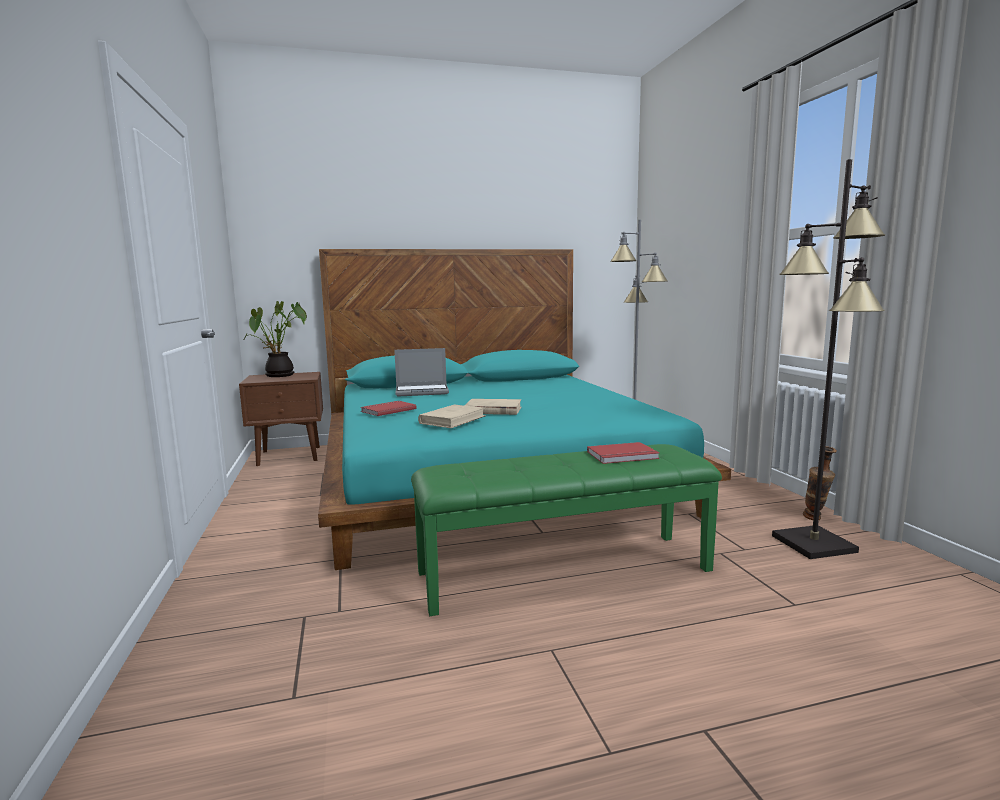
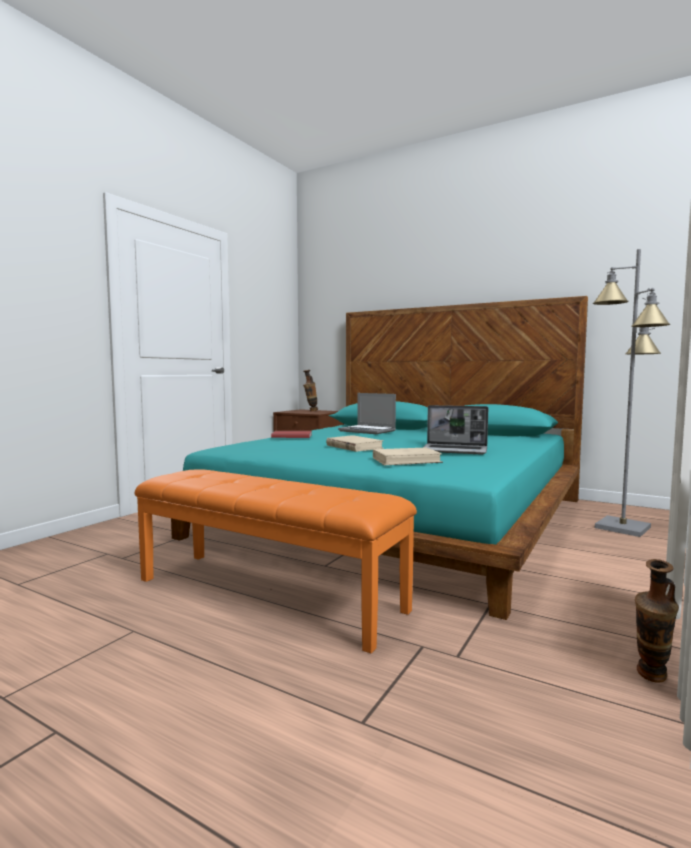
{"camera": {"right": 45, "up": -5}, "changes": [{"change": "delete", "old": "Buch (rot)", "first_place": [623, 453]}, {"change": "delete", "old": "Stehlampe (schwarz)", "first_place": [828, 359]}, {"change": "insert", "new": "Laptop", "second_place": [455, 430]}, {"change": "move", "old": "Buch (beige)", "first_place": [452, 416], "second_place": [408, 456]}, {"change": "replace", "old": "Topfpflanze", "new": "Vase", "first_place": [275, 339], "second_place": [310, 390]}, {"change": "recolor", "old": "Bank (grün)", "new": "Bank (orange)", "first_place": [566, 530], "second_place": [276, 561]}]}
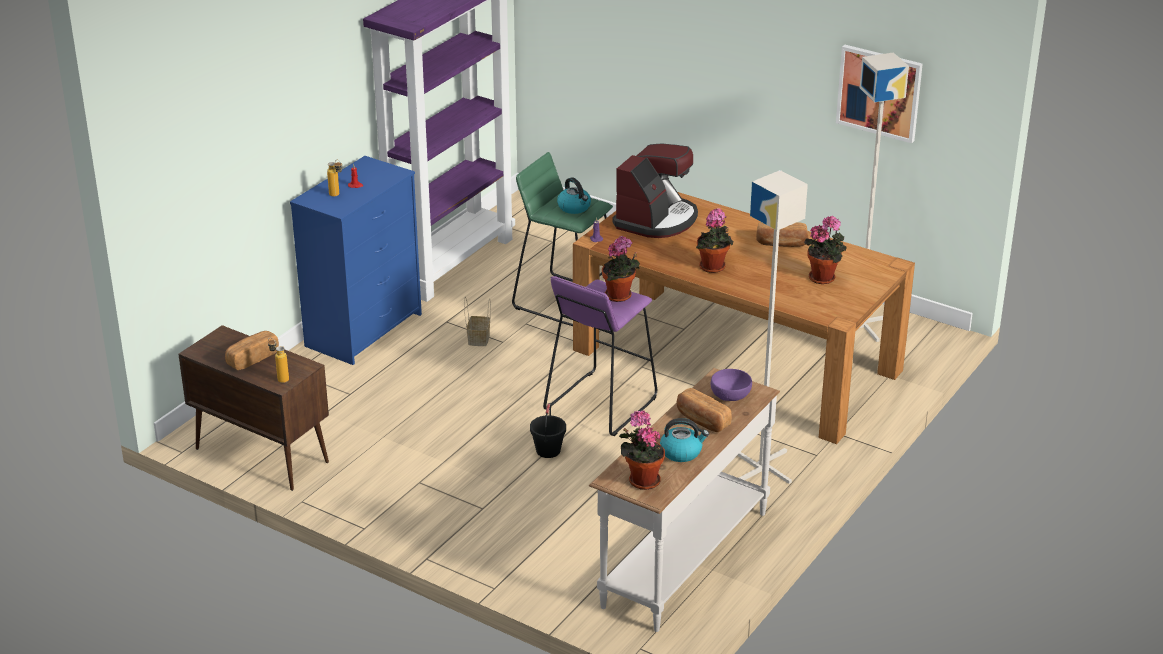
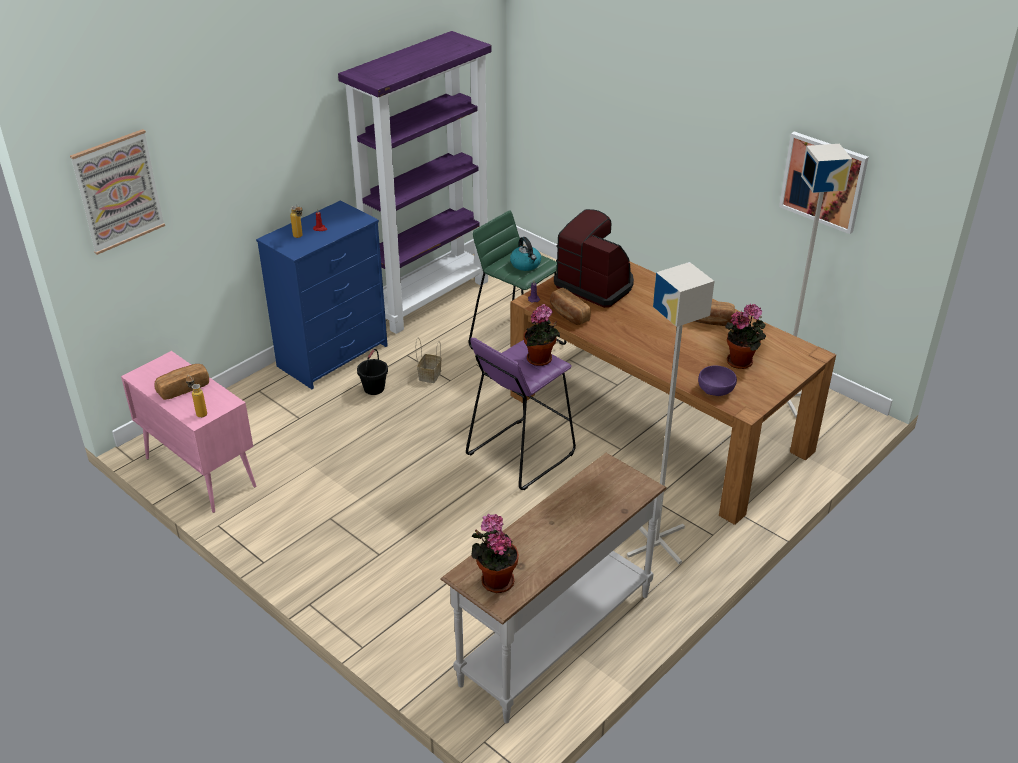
{"camera": {"right": 10, "up": 5}, "changes": [{"change": "delete", "old": "Wasserkessel", "first_place": [684, 440]}, {"change": "delete", "old": "Topfpflanze", "first_place": [714, 240]}, {"change": "insert", "new": "Bild", "second_place": [117, 192]}, {"change": "move", "old": "Eimer (schwarz)", "first_place": [548, 430], "second_place": [372, 372]}, {"change": "move", "old": "Brot", "first_place": [704, 410], "second_place": [570, 306]}, {"change": "move", "old": "Schüssel (lila)", "first_place": [731, 385], "second_place": [717, 381]}, {"change": "recolor", "old": "Schrank (braun)", "new": "Schrank (rosa)", "first_place": [253, 408], "second_place": [188, 432]}, {"change": "rotate", "old": "Kaffeemaschine", "first_place": [655, 190], "second_place": [594, 258], "degrees": -90}]}
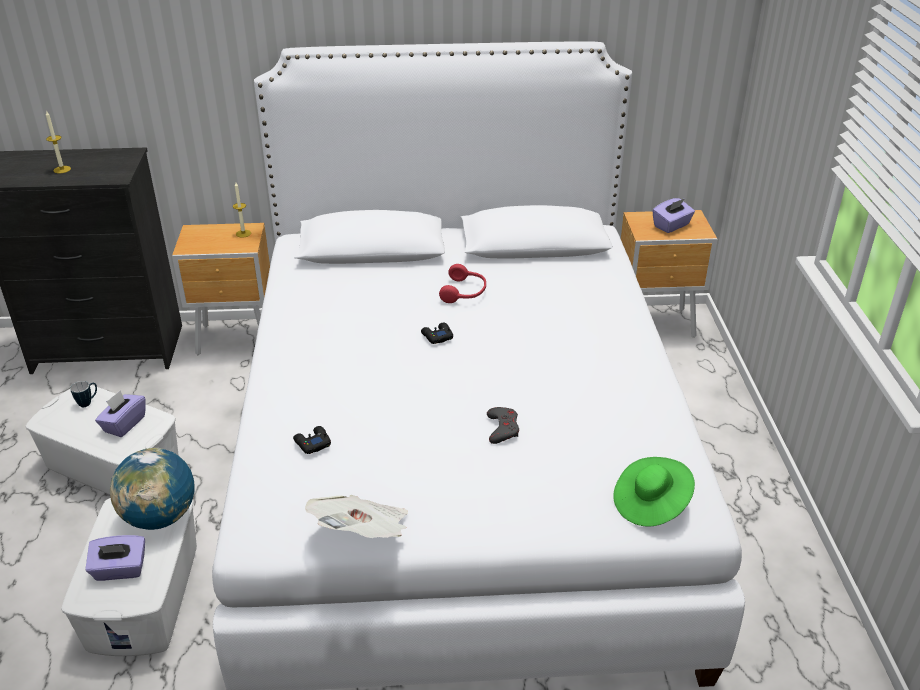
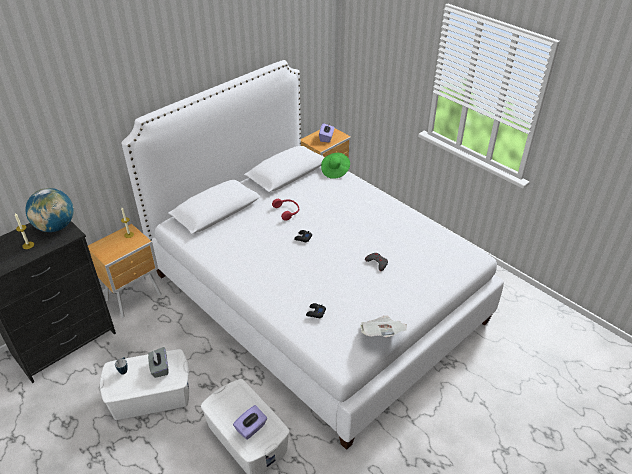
{"camera": {"right": -40, "up": 5}, "changes": [{"change": "move", "old": "Globus", "first_place": [152, 489], "second_place": [49, 210]}, {"change": "move", "old": "Hut (grün)", "first_place": [654, 492], "second_place": [335, 166]}, {"change": "recolor", "old": "Taschentuchbox (lila)", "new": "Taschentuchbox (grau)", "first_place": [120, 413], "second_place": [158, 362]}]}
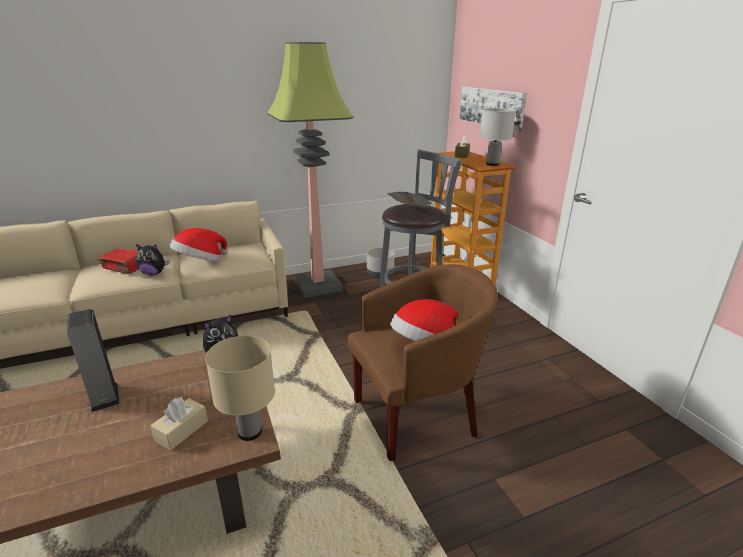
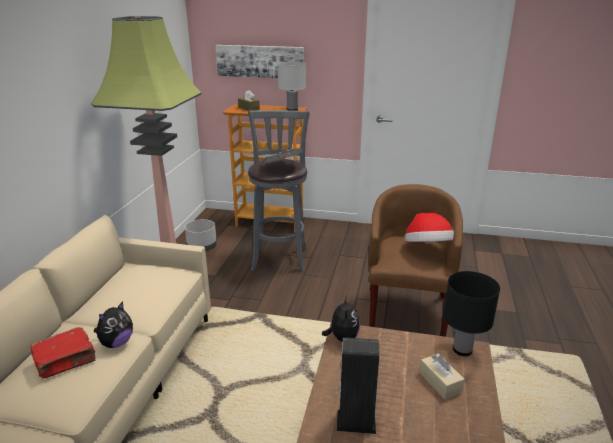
{"camera": {"right": -55, "up": 0}, "changes": [{"change": "delete", "old": "Hut", "first_place": [198, 244]}, {"change": "recolor", "old": "Tischlampe (beige)", "new": "Tischlampe (schwarz)", "first_place": [240, 388], "second_place": [471, 313]}]}
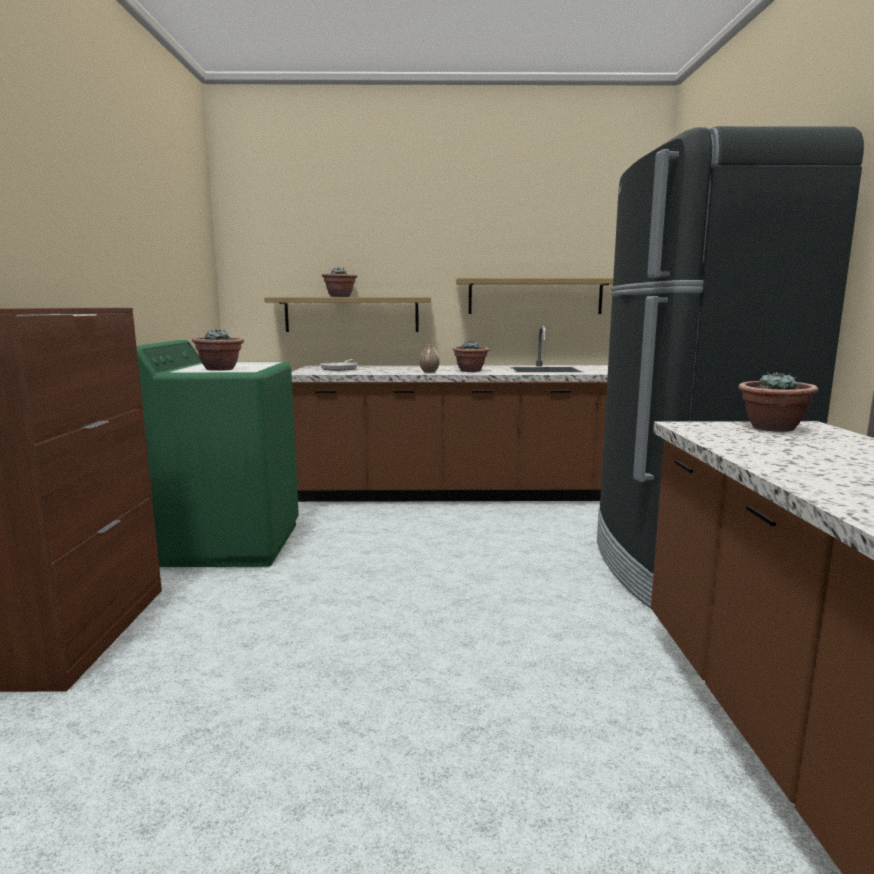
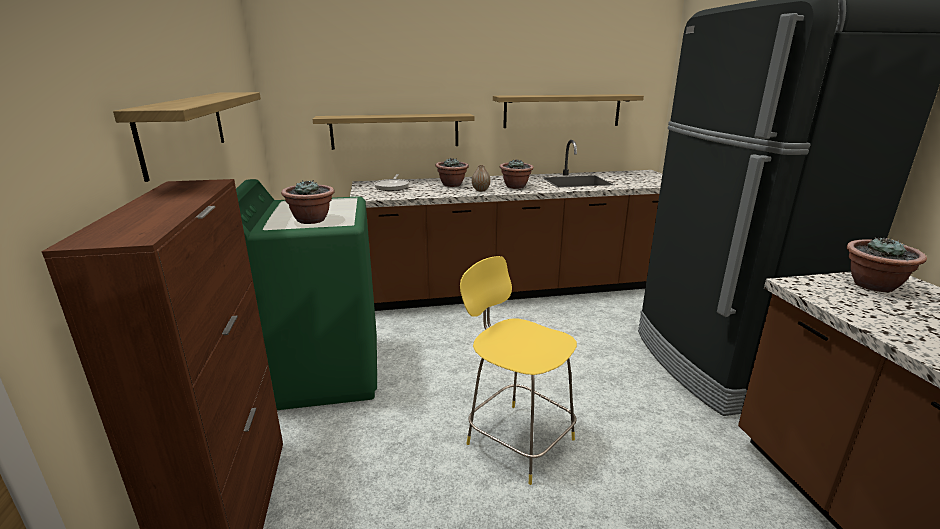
{"camera": {"right": -10, "up": 10}, "changes": [{"change": "insert", "new": "Wandregal", "second_place": [187, 137]}, {"change": "insert", "new": "Hocker (gelb)", "second_place": [518, 370]}, {"change": "move", "old": "Topfpflanze", "first_place": [339, 282], "second_place": [452, 172]}]}
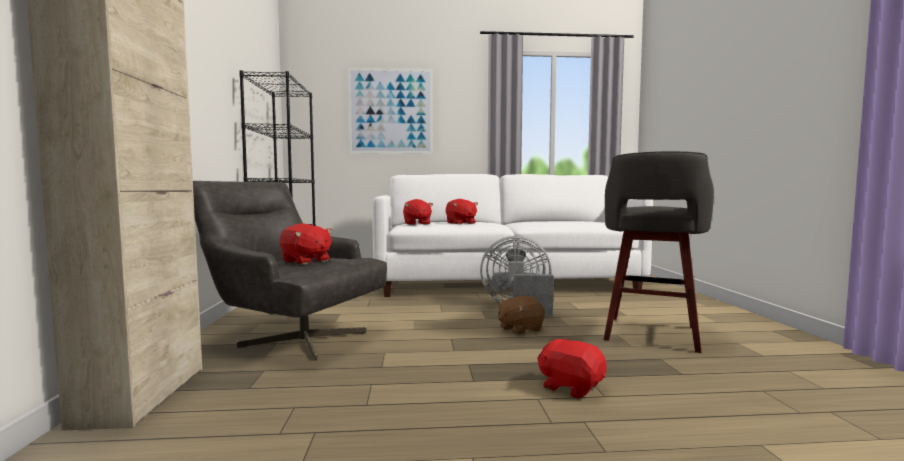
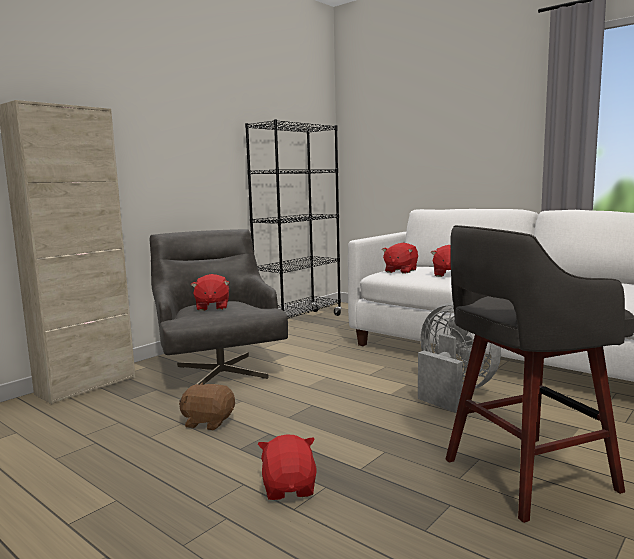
{"camera": {"right": 45, "up": 5}, "changes": [{"change": "delete", "old": "Bild", "first_place": [390, 110]}, {"change": "move", "old": "Plüschtier (braun)", "first_place": [521, 315], "second_place": [207, 406]}]}
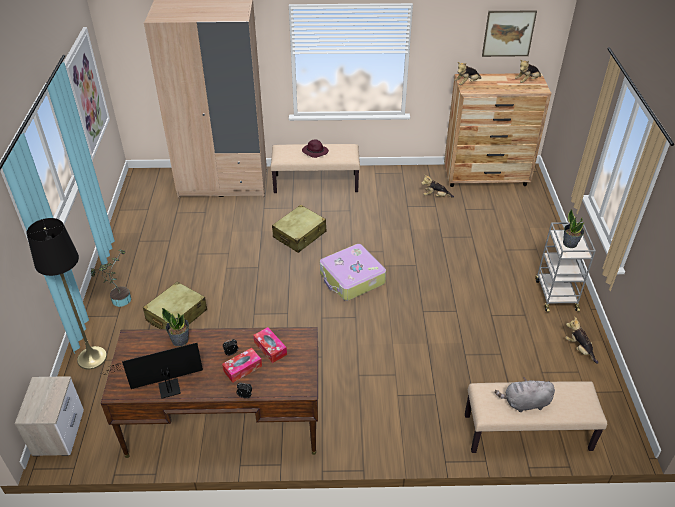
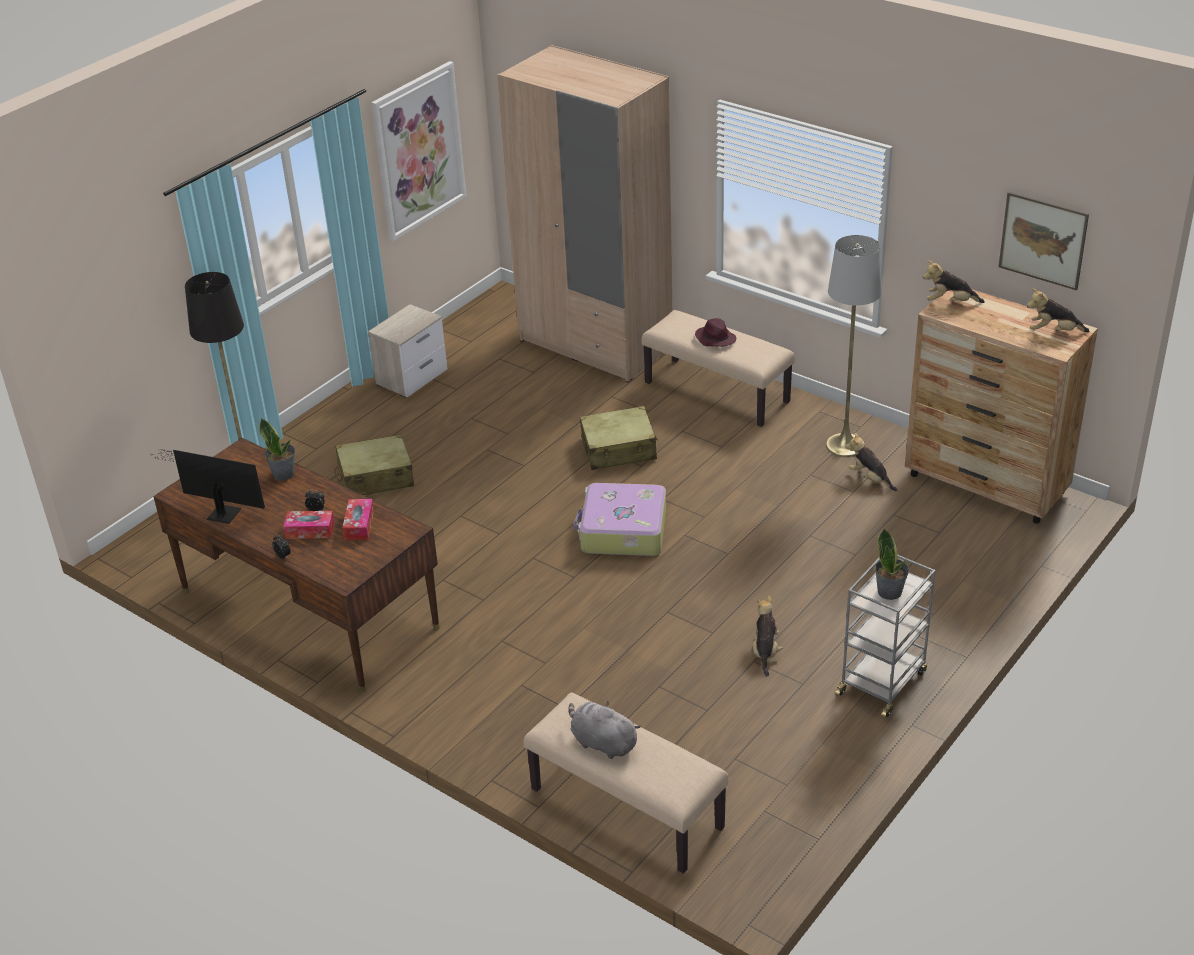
{"camera": {"right": 40, "up": -5}, "changes": [{"change": "delete", "old": "Topfpflanze", "first_place": [111, 278]}, {"change": "insert", "new": "Stehlampe (grau)", "second_place": [854, 346]}, {"change": "move", "old": "Nachttisch", "first_place": [49, 416], "second_place": [407, 351]}, {"change": "move", "old": "Plüschtier", "first_place": [581, 340], "second_place": [768, 636]}]}
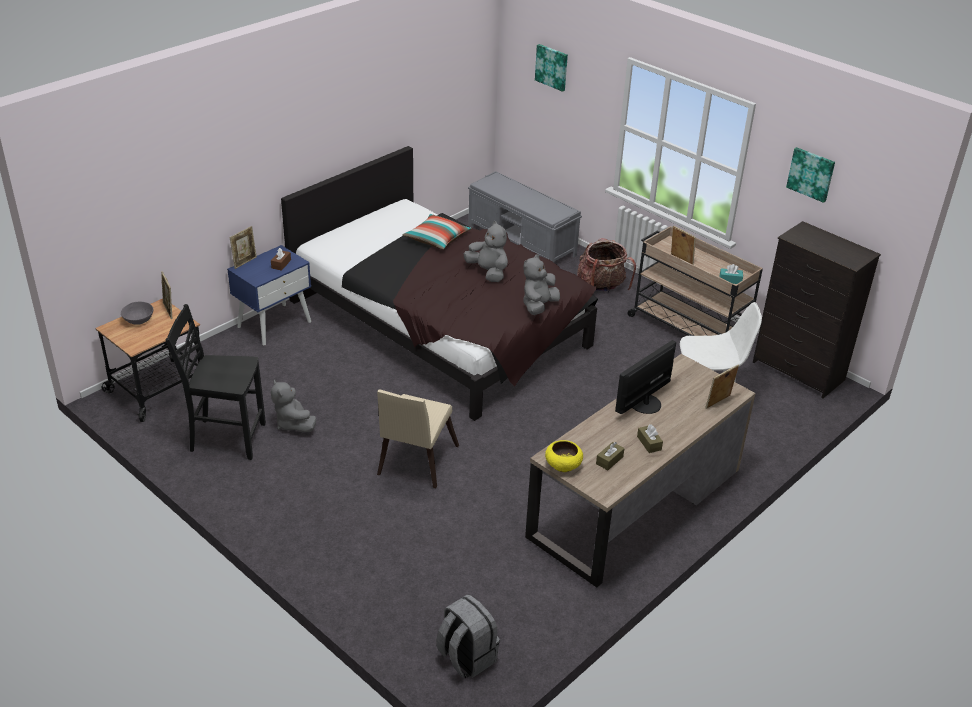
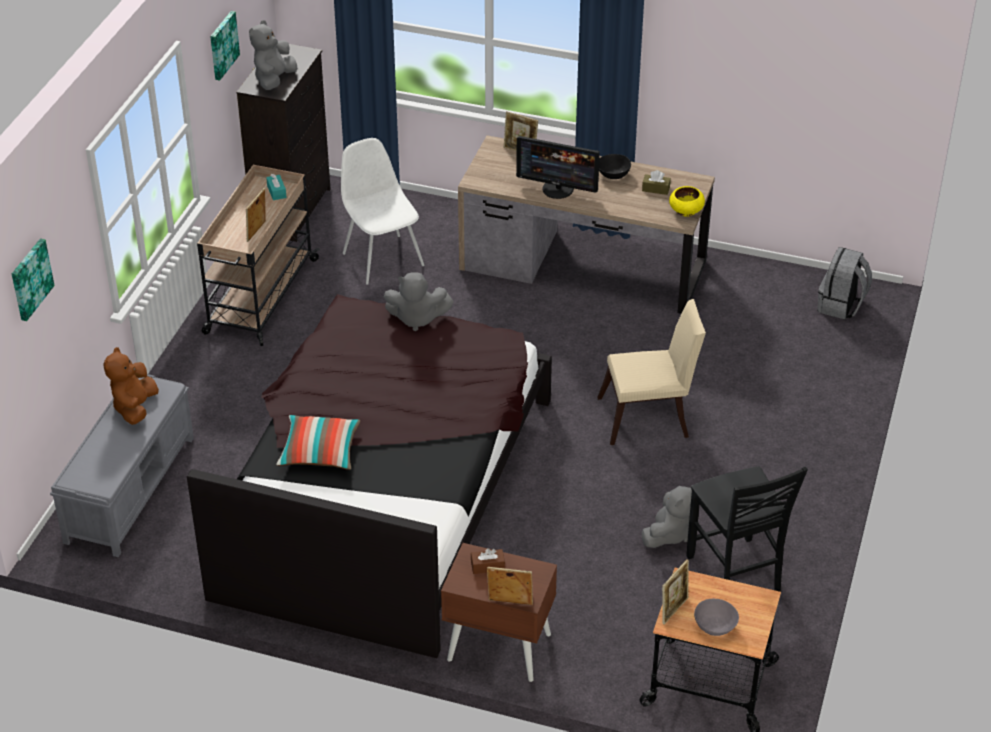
{"camera": {"right": -115, "up": 5}, "changes": [{"change": "delete", "old": "Rucksack", "first_place": [606, 265]}, {"change": "insert", "new": "Plüschtier (braun)", "second_place": [131, 386]}, {"change": "move", "old": "Plüschtier (grau)", "first_place": [486, 251], "second_place": [273, 55]}, {"change": "replace", "old": "Taschentuchbox (braun)", "new": "Schüssel (schwarz)", "first_place": [650, 438], "second_place": [615, 166]}, {"change": "recolor", "old": "Nachttisch (blau)", "new": "Nachttisch (braun)", "first_place": [269, 295], "second_place": [499, 612]}]}
